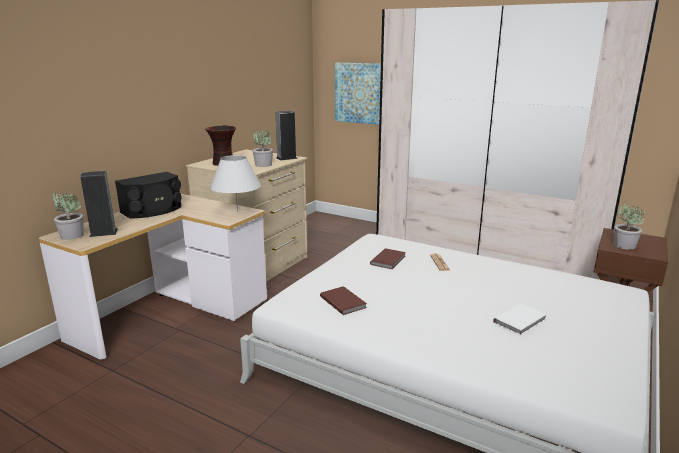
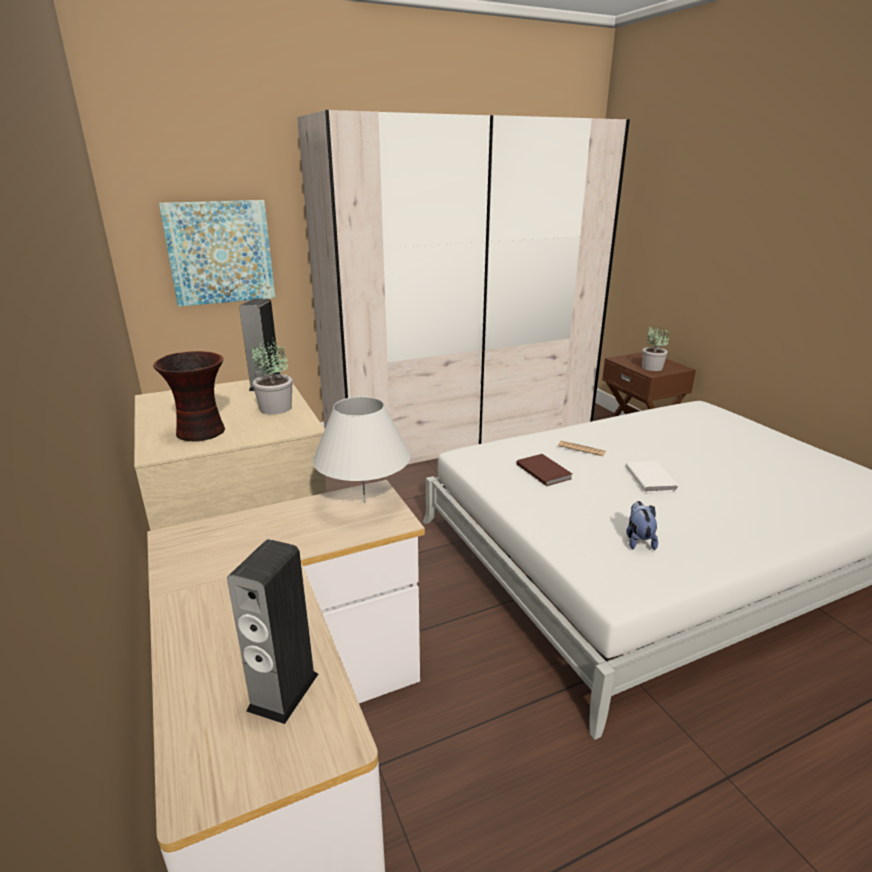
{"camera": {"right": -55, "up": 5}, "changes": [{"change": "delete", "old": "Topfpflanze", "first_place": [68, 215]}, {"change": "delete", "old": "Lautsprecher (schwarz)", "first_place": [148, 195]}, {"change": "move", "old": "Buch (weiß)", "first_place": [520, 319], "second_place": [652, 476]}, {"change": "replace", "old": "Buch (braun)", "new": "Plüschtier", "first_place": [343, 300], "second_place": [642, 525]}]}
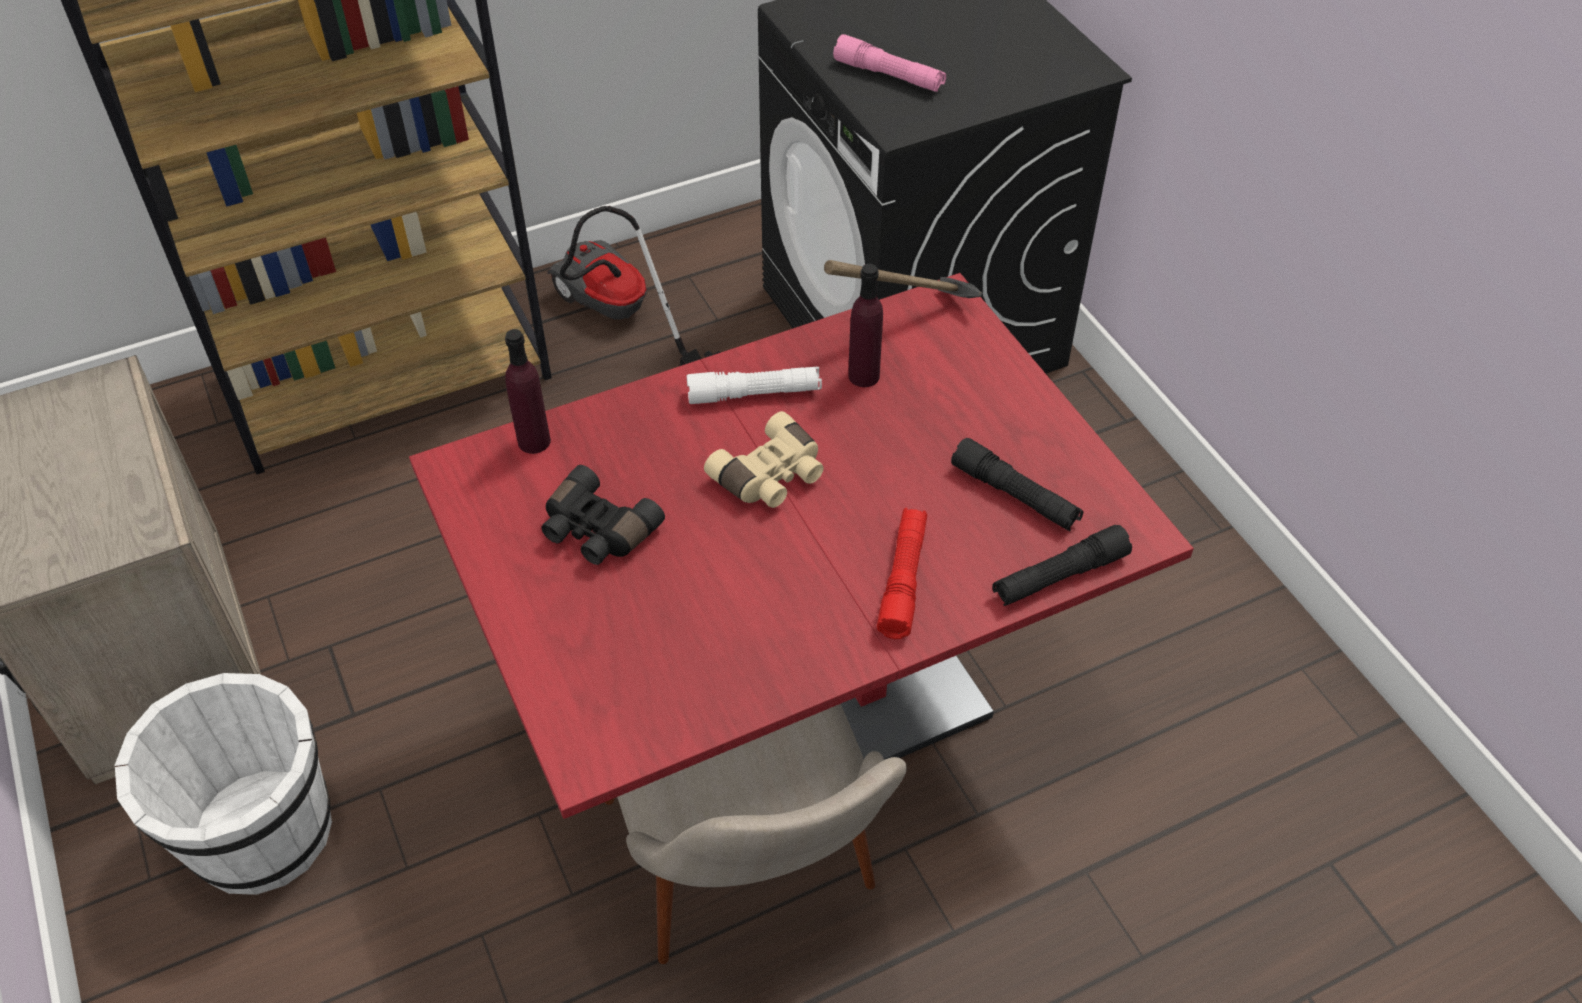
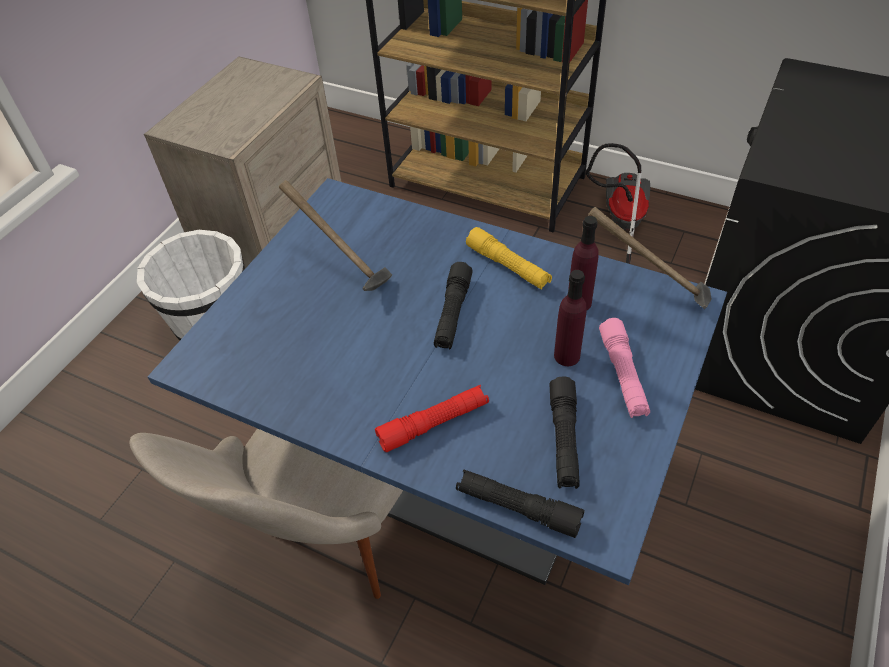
{"camera": {"right": 55, "up": 0}, "changes": [{"change": "move", "old": "Flasche (lila)", "first_place": [528, 391], "second_place": [570, 318]}, {"change": "move", "old": "Taschenlampe (rosa)", "first_place": [889, 63], "second_place": [624, 368]}, {"change": "replace", "old": "Fernglas (schwarz)", "new": "Hammer", "first_place": [603, 515], "second_place": [335, 235]}, {"change": "replace", "old": "Fernglas (beige)", "new": "Taschenlampe (schwarz)", "first_place": [764, 459], "second_place": [453, 305]}, {"change": "recolor", "old": "Esstisch (rot)", "new": "Esstisch (blau)", "first_place": [801, 546], "second_place": [437, 381]}, {"change": "recolor", "old": "Taschenlampe (weiß)", "new": "Taschenlampe (gelb)", "first_place": [754, 385], "second_place": [509, 258]}]}
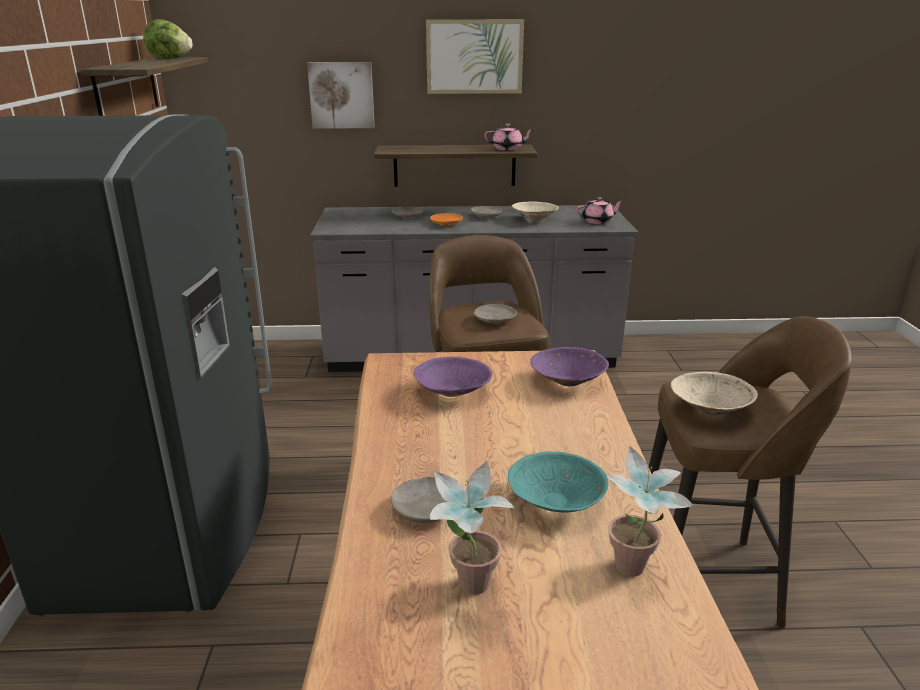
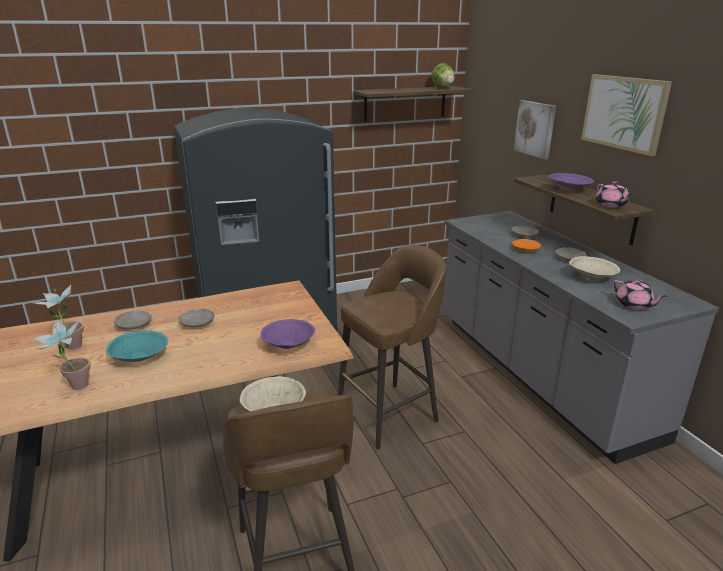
{"camera": {"right": 70, "up": 0}, "changes": [{"change": "move", "old": "Schüssel (lila)", "first_place": [453, 377], "second_place": [571, 182]}, {"change": "move", "old": "Teller (beige)", "first_place": [495, 314], "second_place": [196, 318]}]}
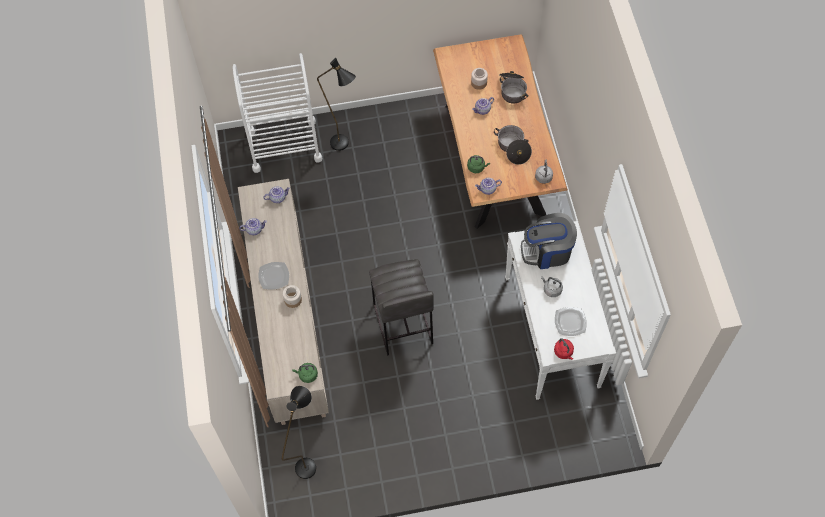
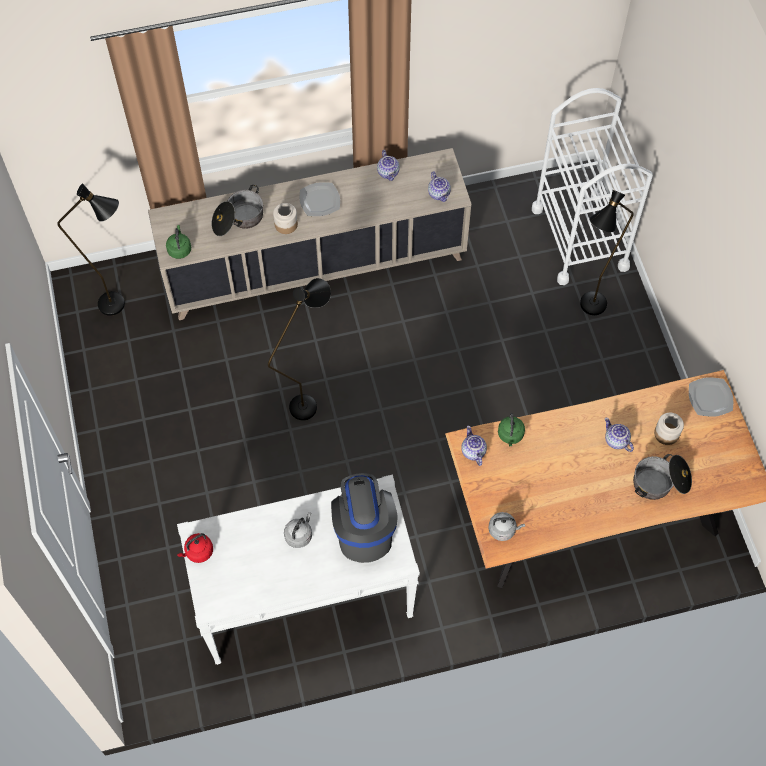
{"camera": {"right": 85, "up": 0}, "changes": [{"change": "move", "old": "Kochtopf", "first_place": [513, 145], "second_place": [237, 210]}, {"change": "move", "old": "Teller", "first_place": [571, 321], "second_place": [711, 397]}, {"change": "replace", "old": "Hocker (grau)", "new": "Stehlampe (schwarz)", "first_place": [401, 307], "second_place": [299, 349]}]}
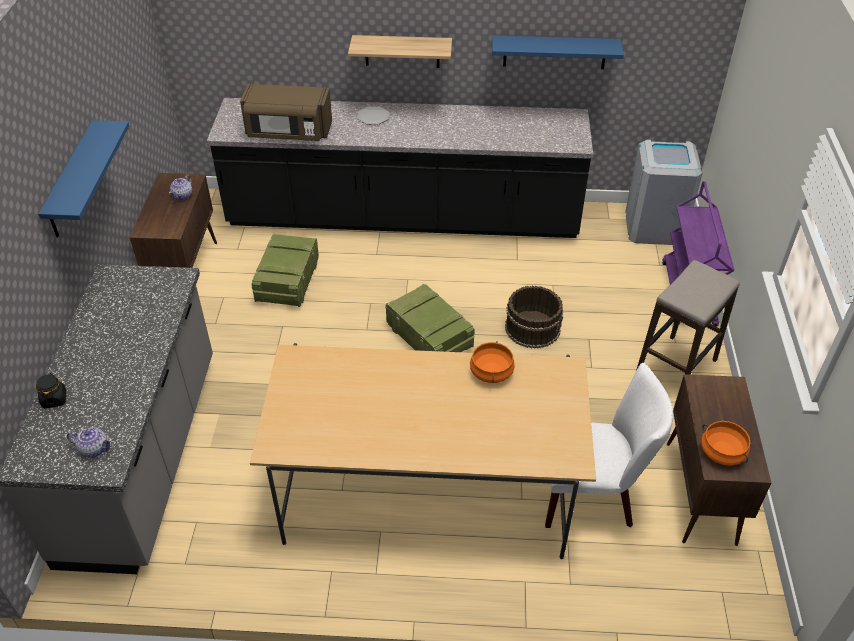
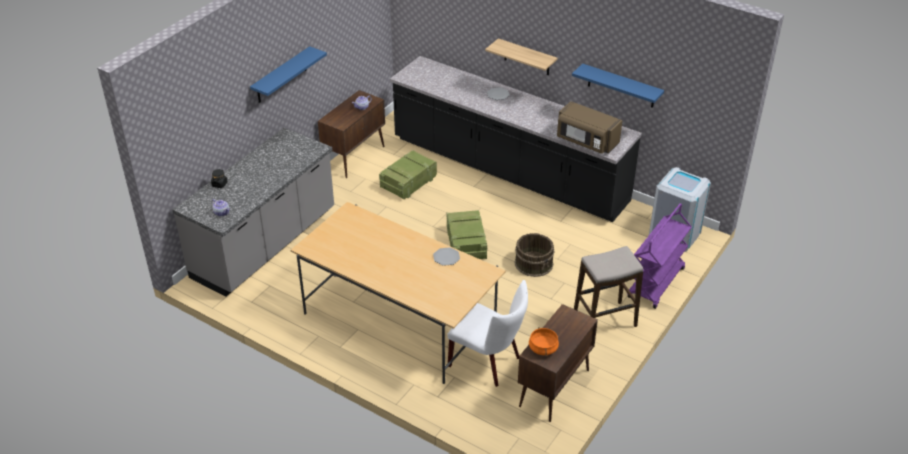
{"camera": {"right": 30, "up": -5}, "changes": [{"change": "move", "old": "Mikrowelle (braun)", "first_place": [286, 112], "second_place": [590, 127]}, {"change": "replace", "old": "Kochtopf (orange)", "new": "Teller", "first_place": [492, 362], "second_place": [446, 257]}]}
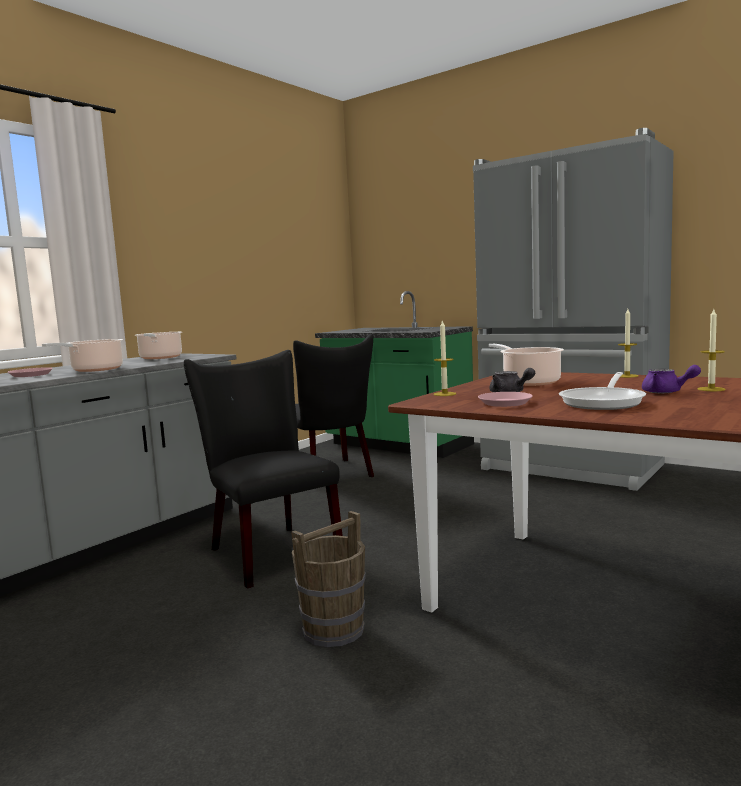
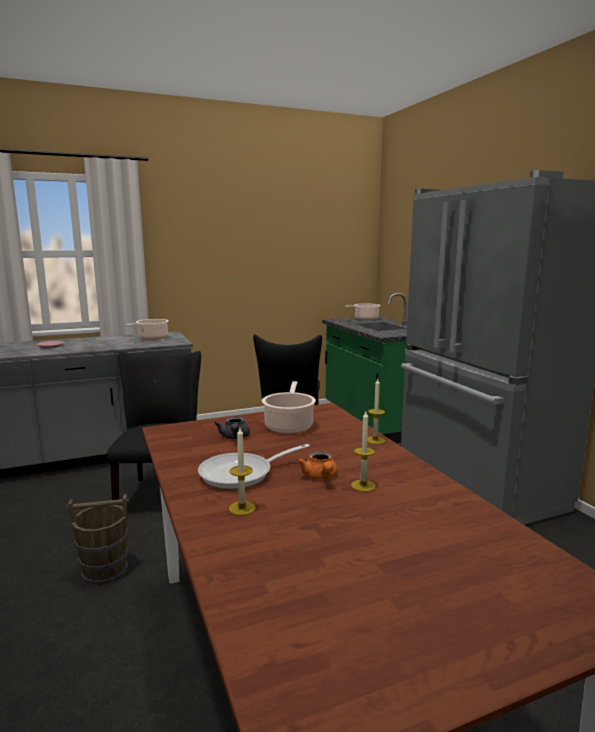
{"camera": {"right": 30, "up": 5}, "changes": [{"change": "delete", "old": "Teller (rosa)", "first_place": [505, 399]}, {"change": "move", "old": "Kochtopf", "first_place": [82, 355], "second_place": [362, 312]}, {"change": "move", "old": "Kerze", "first_place": [444, 358], "second_place": [242, 471]}, {"change": "recolor", "old": "Teekanne (lila)", "new": "Teekanne (orange)", "first_place": [671, 379], "second_place": [317, 465]}]}
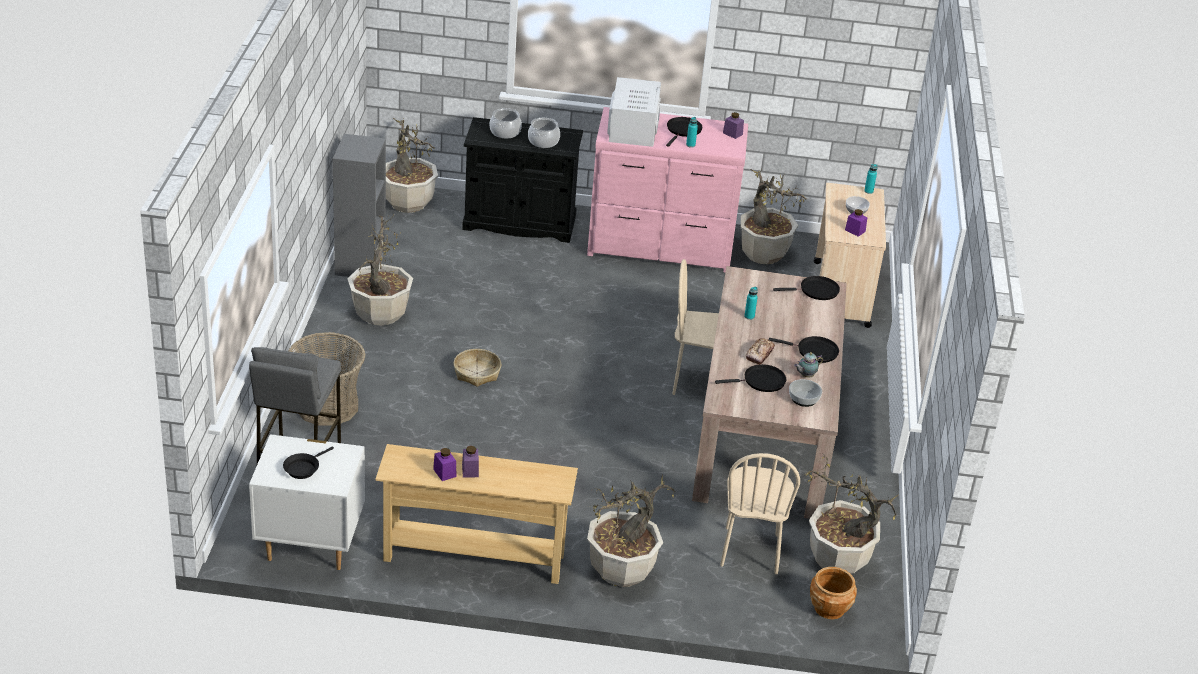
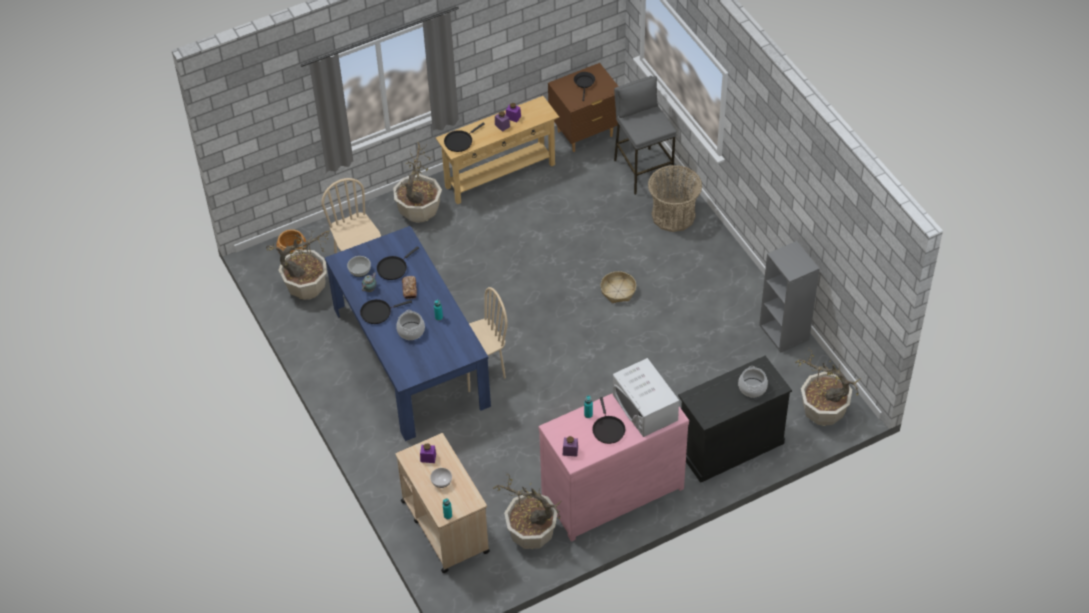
{"camera": {"right": 150, "up": 15}, "changes": [{"change": "delete", "old": "Topfpflanze", "first_place": [380, 269]}, {"change": "move", "old": "Kochtopf", "first_place": [544, 133], "second_place": [410, 325]}, {"change": "move", "old": "Pfanne (schwarz)", "first_place": [806, 288], "second_place": [464, 137]}, {"change": "recolor", "old": "Nachttisch (weiß)", "new": "Nachttisch (braun)", "first_place": [307, 502], "second_place": [583, 107]}, {"change": "recolor", "old": "Esstisch (beige)", "new": "Esstisch (blau)", "first_place": [769, 392], "second_place": [408, 333]}]}
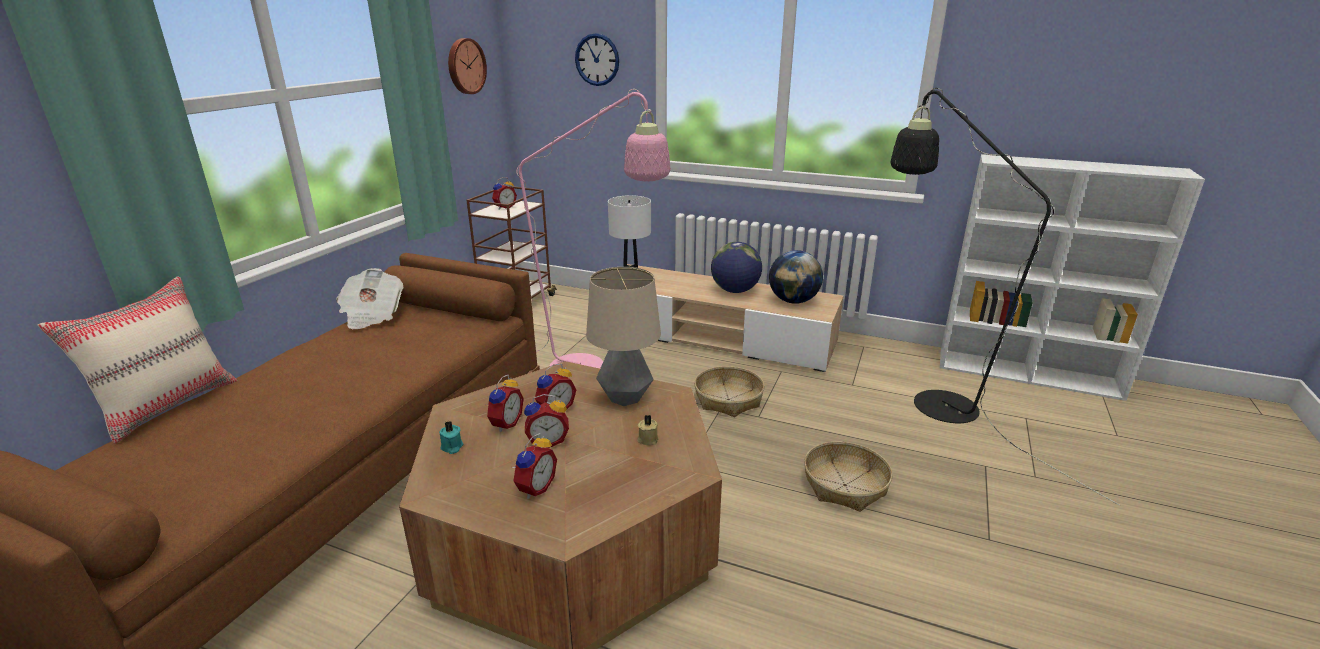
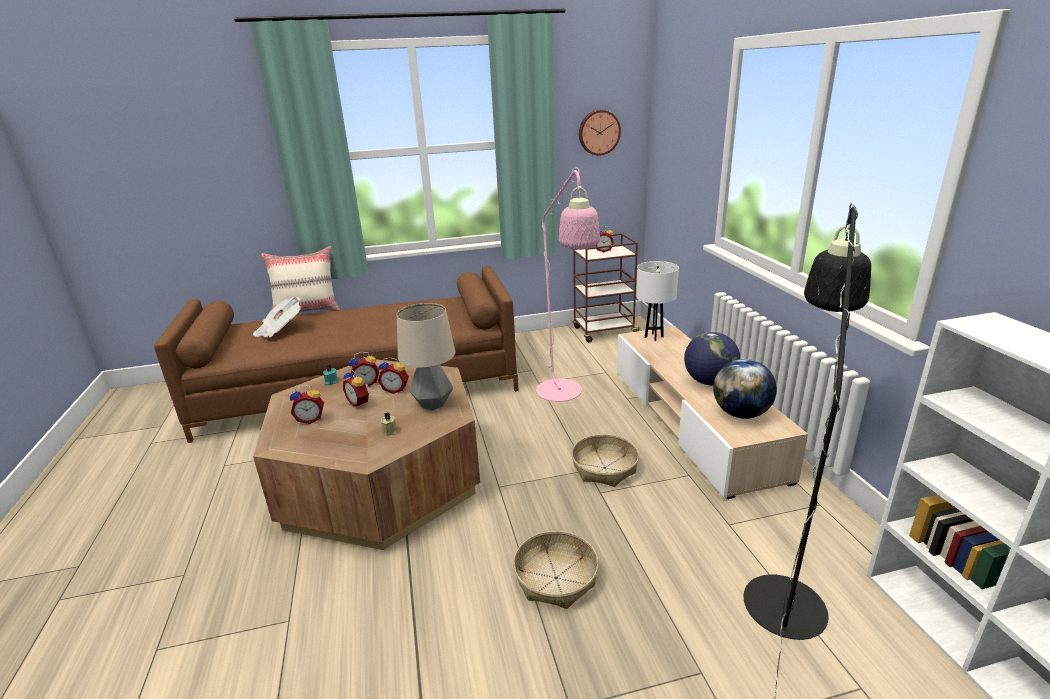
{"camera": {"right": 55, "up": 0}, "changes": [{"change": "delete", "old": "Wanduhr", "first_place": [597, 59]}, {"change": "move", "old": "Zeitung", "first_place": [370, 298], "second_place": [277, 317]}]}
